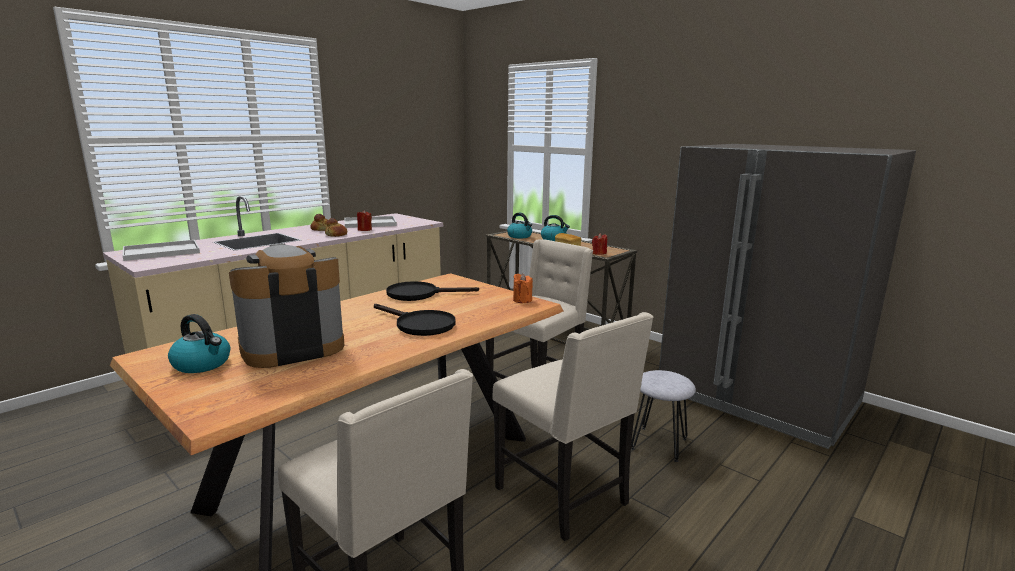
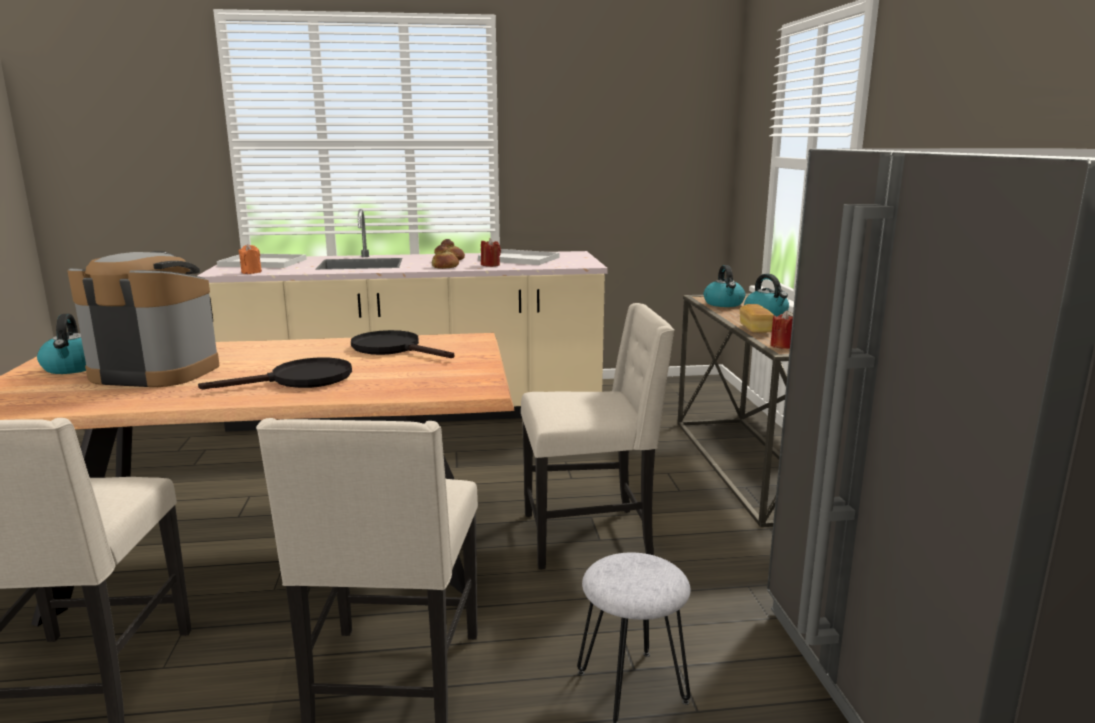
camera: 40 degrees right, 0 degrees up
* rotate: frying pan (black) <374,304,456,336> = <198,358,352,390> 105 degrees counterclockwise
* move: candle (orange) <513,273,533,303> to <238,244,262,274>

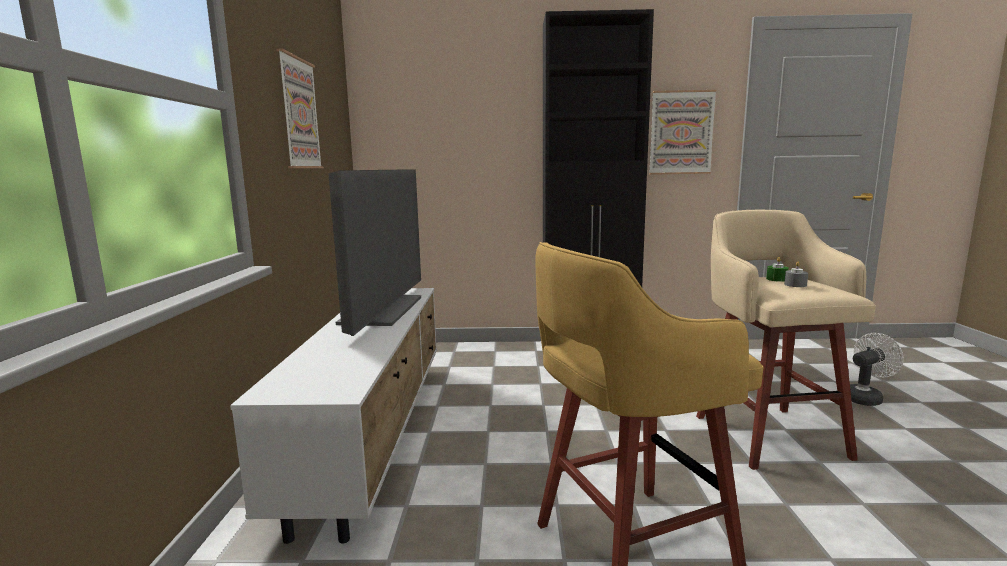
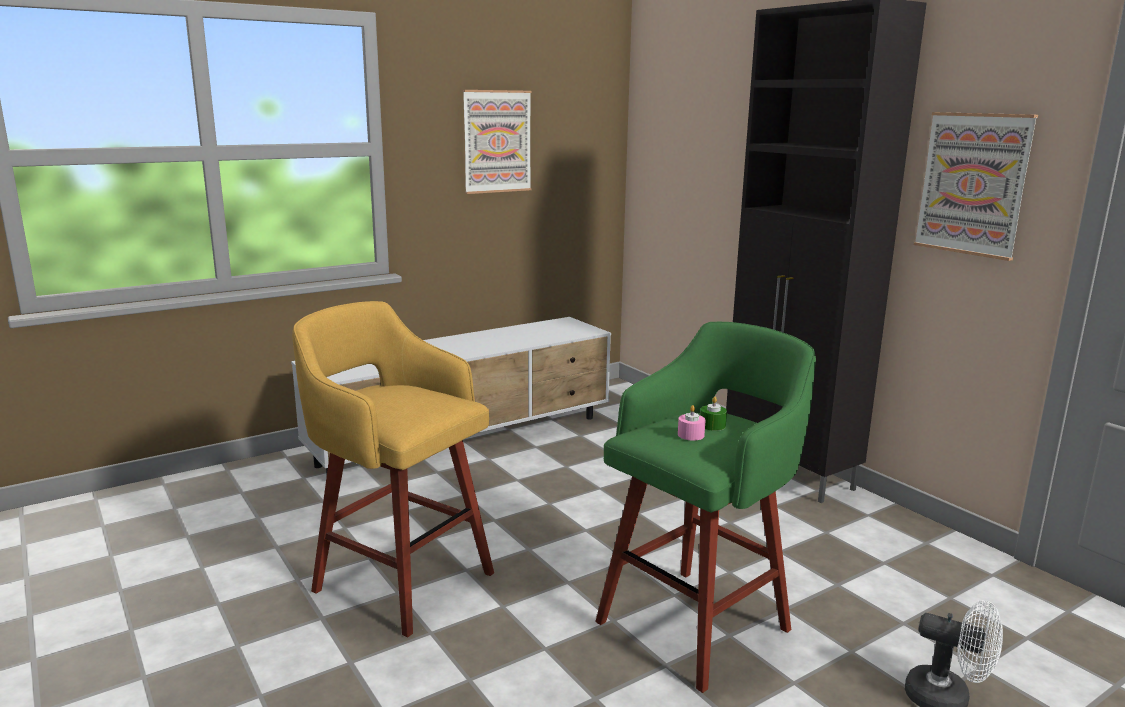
camera: 55 degrees right, 5 degrees up
* delete: television <328,169,421,336>
* recolor: stool (beige) <696,210,876,470> to stool (green) <596,322,816,693>
* recolor: candle (grey) <784,261,808,287> to candle (pink) <678,405,705,441>

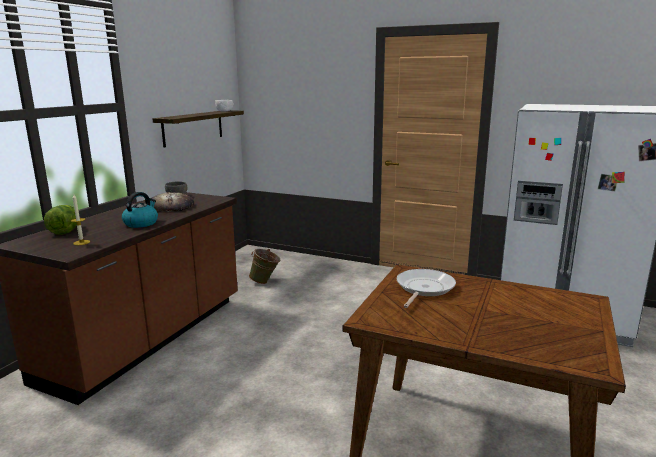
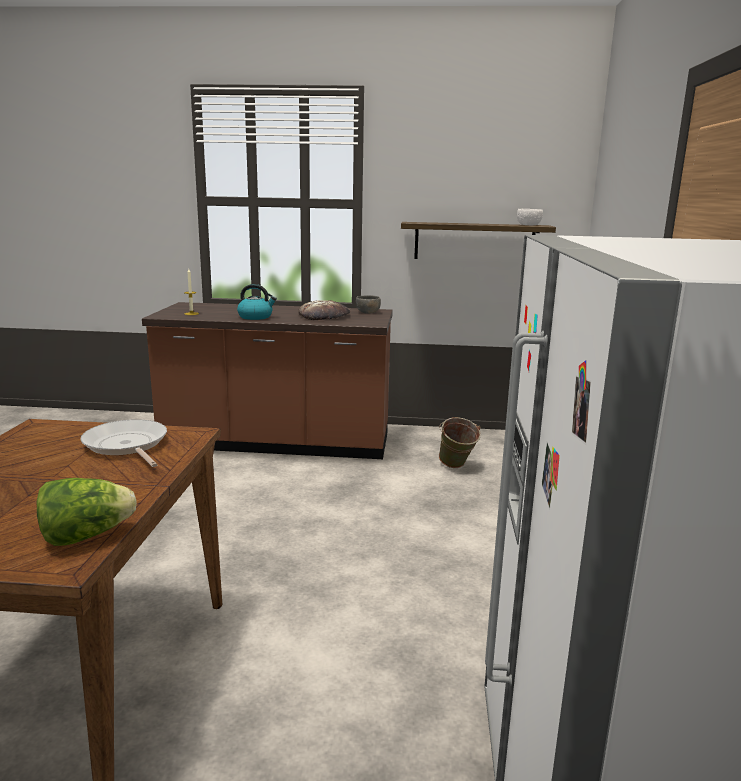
camera: 70 degrees right, 0 degrees up
* move: lettuce <44,205,77,235> to <37,478,137,546>
* rotate: frying pan <397,269,456,308> = <80,419,167,467> 135 degrees counterclockwise

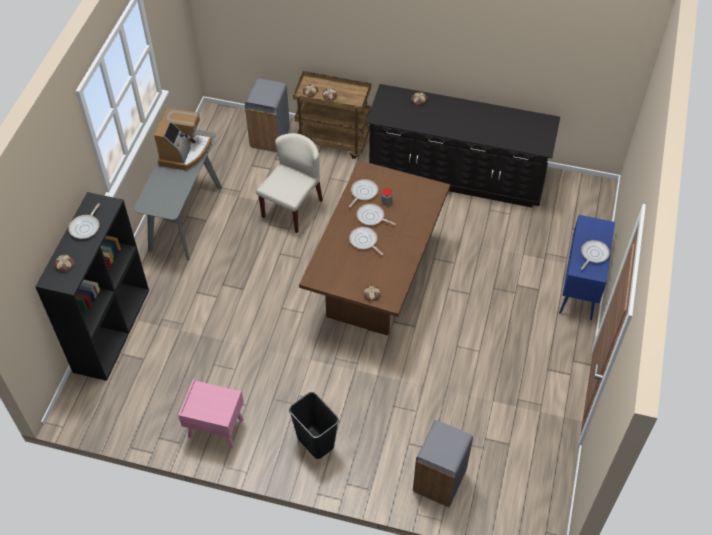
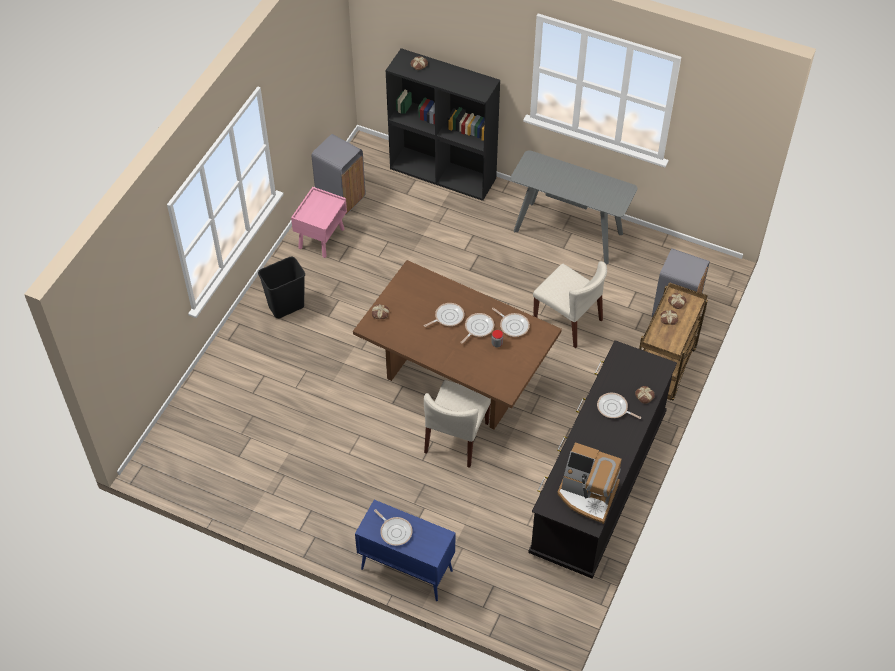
camera: 100 degrees right, 0 degrees up
* move: frying pan <68,203,100,239> to <597,393,641,419>
* move: coffee machine <154,108,212,170> to <558,442,622,524>
* move: trash can (grey) <413,420,473,507> to <312,134,366,215>
* insert: chair (beige) <424,380,491,468>

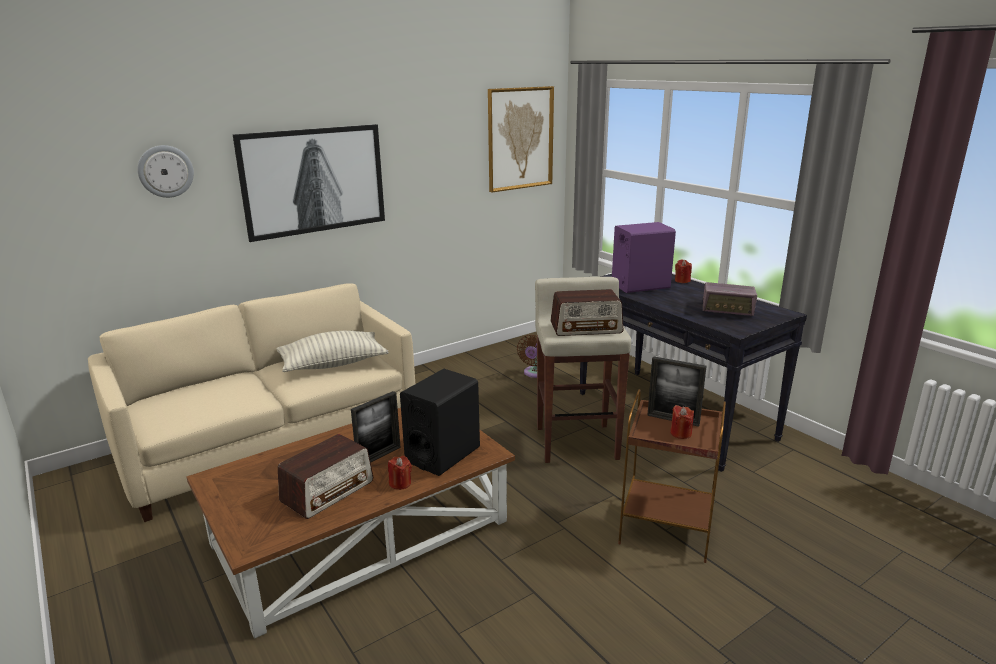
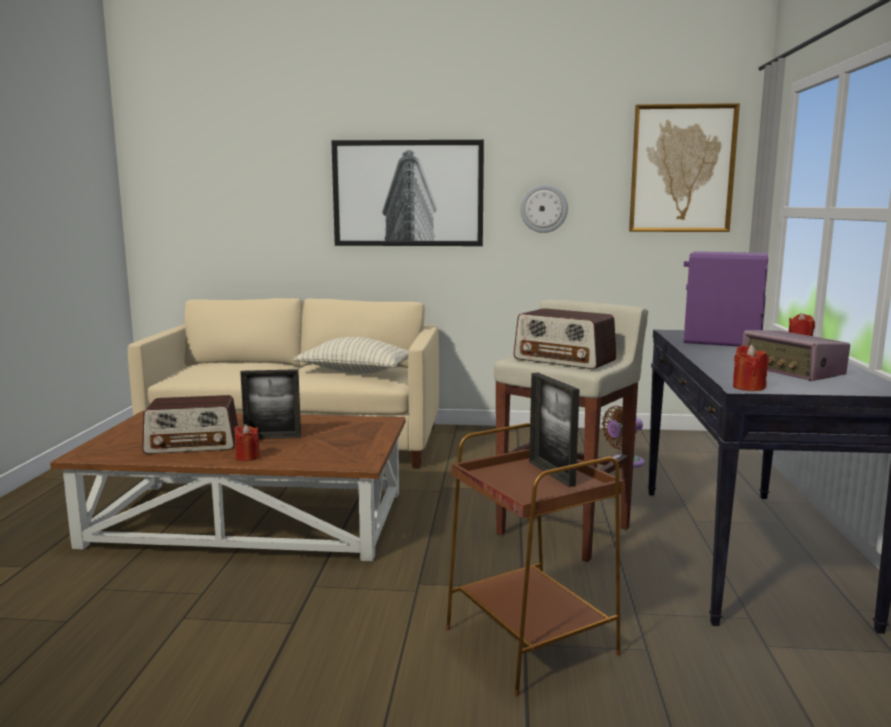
camera: 40 degrees right, 10 degrees down
* move: wall clock <137,145,194,198> to <520,185,568,233>
* delete: speaker (black) <400,369,480,476>
* move: candle (red) <670,405,694,439> to <733,344,769,391>

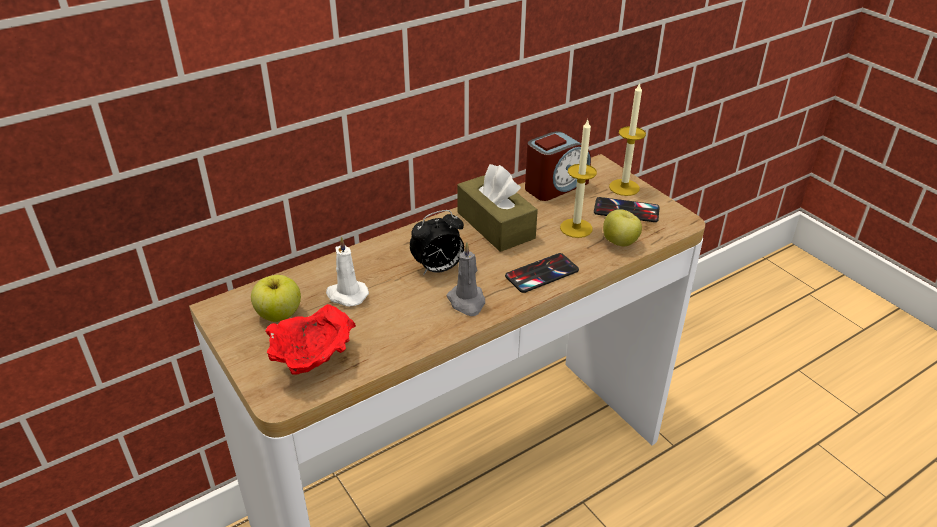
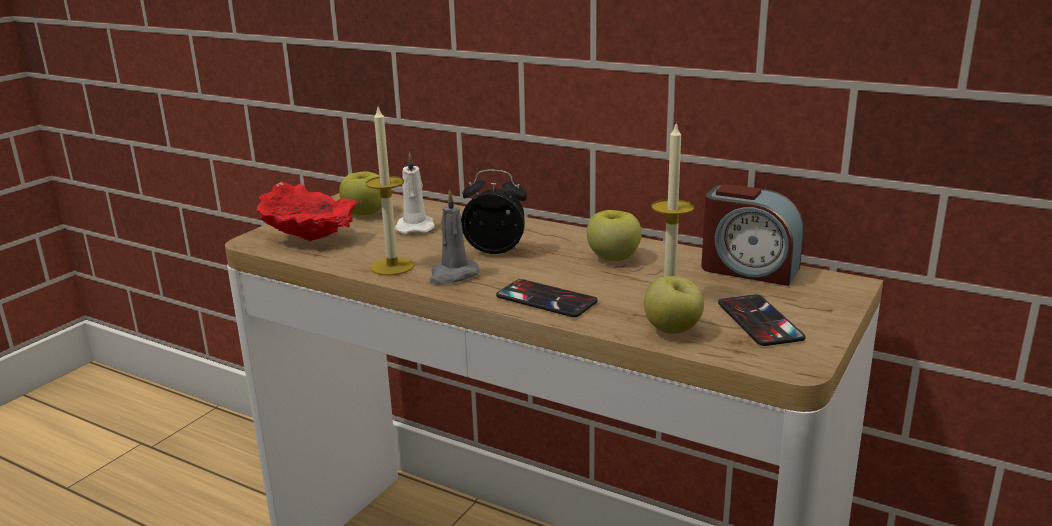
camera: 65 degrees right, 15 degrees down
* rotate: alarm clock <410,210,464,275> = <461,170,527,254> 150 degrees clockwise
* replace: tissue box (brown) <457,164,538,252> to apple <587,210,642,261>
* move: candle <609,83,646,196> to <366,107,414,275>

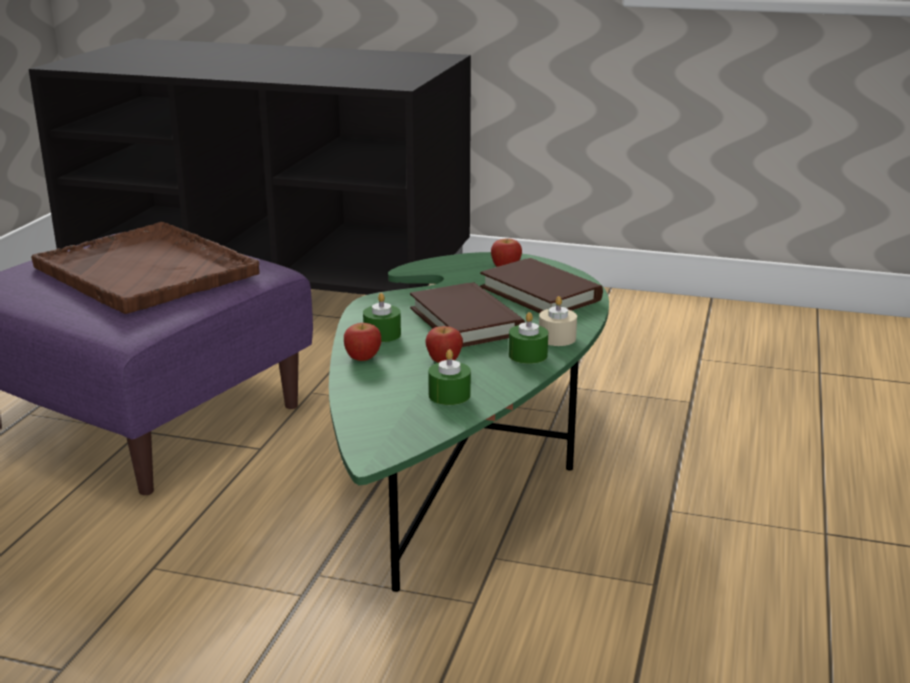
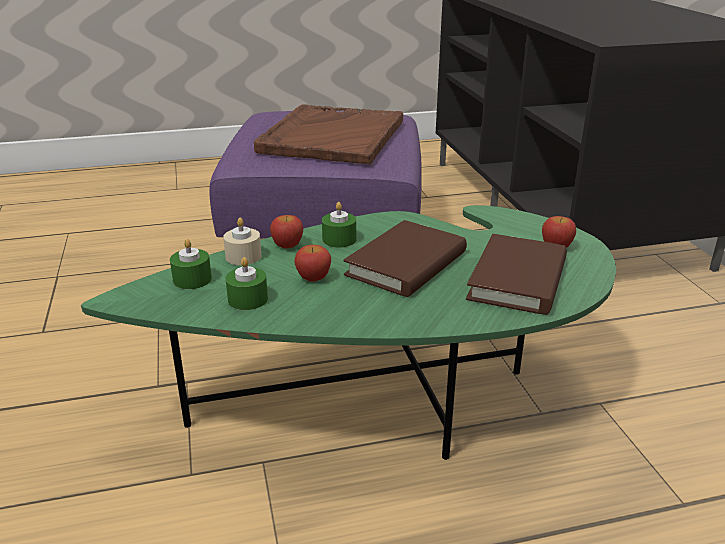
camera: 60 degrees right, 5 degrees up
* move: candle (green) <509,312,548,364> to <170,239,212,289>
* move: candle (beige) <539,296,577,346> to <223,218,262,265>

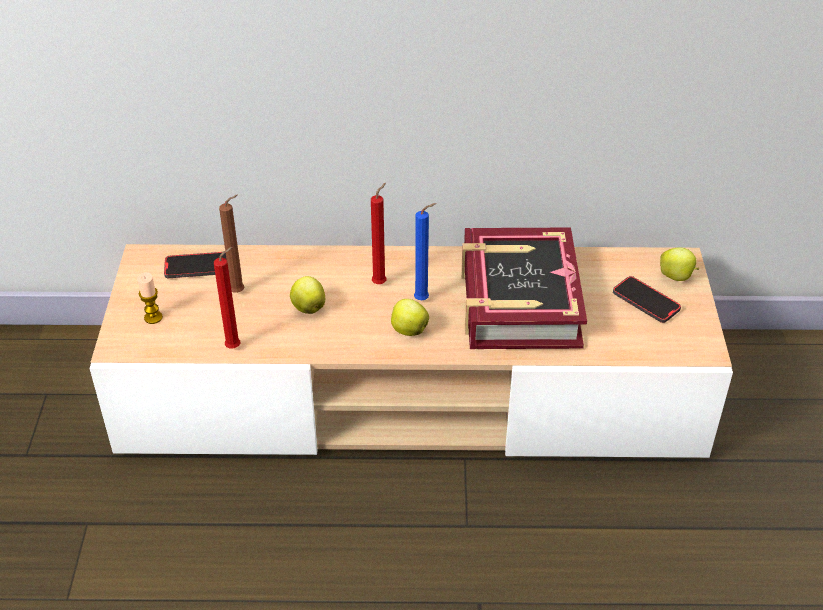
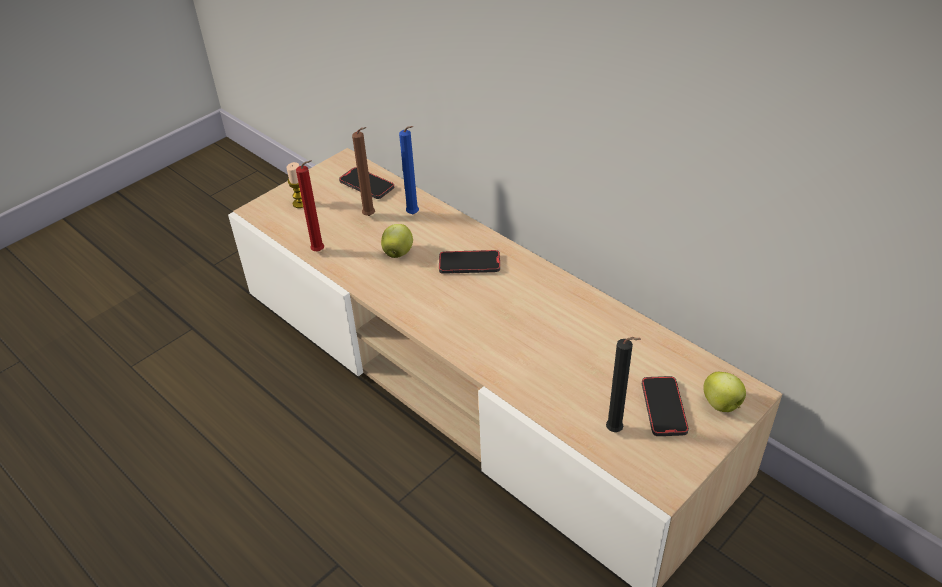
camera: 45 degrees right, 0 degrees up
* replace: candle (red) <371,183,386,284> to phone <439,250,500,274>
* delete: apple <391,299,429,336>
* move: candle (blue) <414,203,436,300> to <399,126,419,214>
* delete: book <461,228,587,349>
* insert: candle (black) <606,337,641,432>

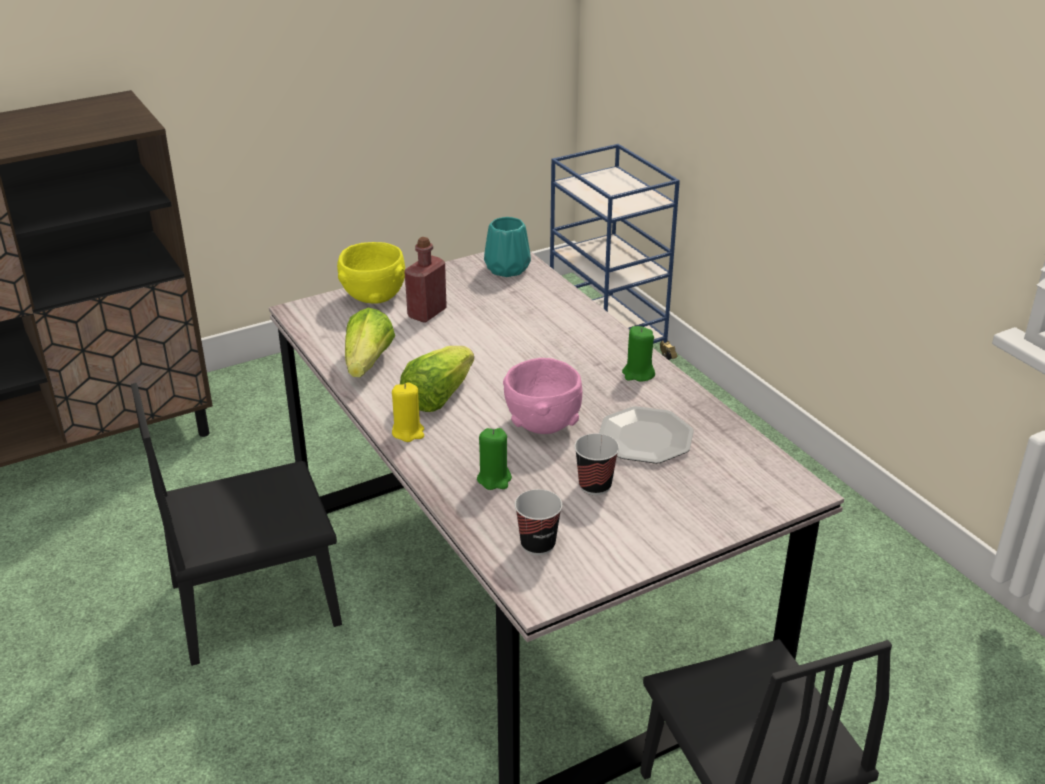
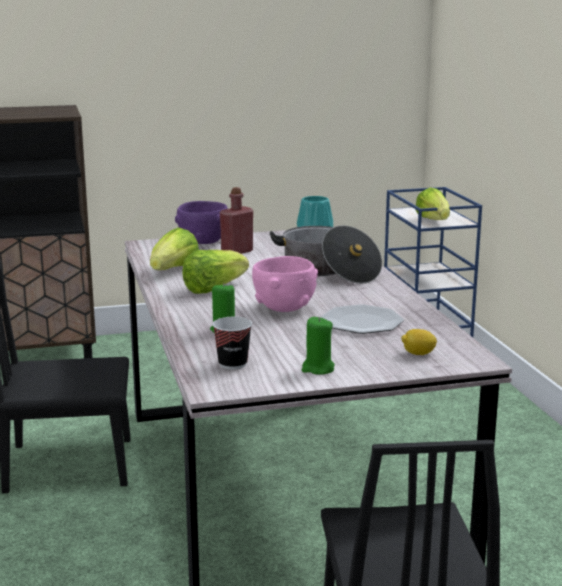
camera: 15 degrees right, 15 degrees down
* recolor: bowl (yellow) <337,242,405,304> to bowl (purple) <175,201,228,244>
* delete: candle (yellow) <392,382,424,442>
* delete: cup <574,434,619,495>
* move: candle (green) <622,326,655,381> to <302,317,335,375>
* insert: cooking pot <270,225,382,284>
* insert: lemon <401,329,437,355>
* insert: lettuce <415,188,450,220>

